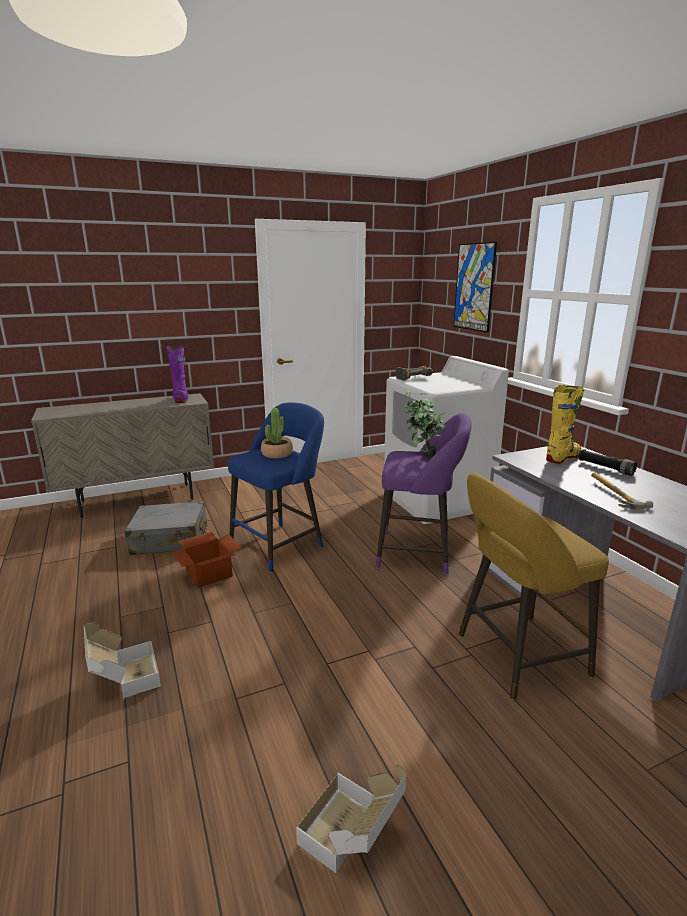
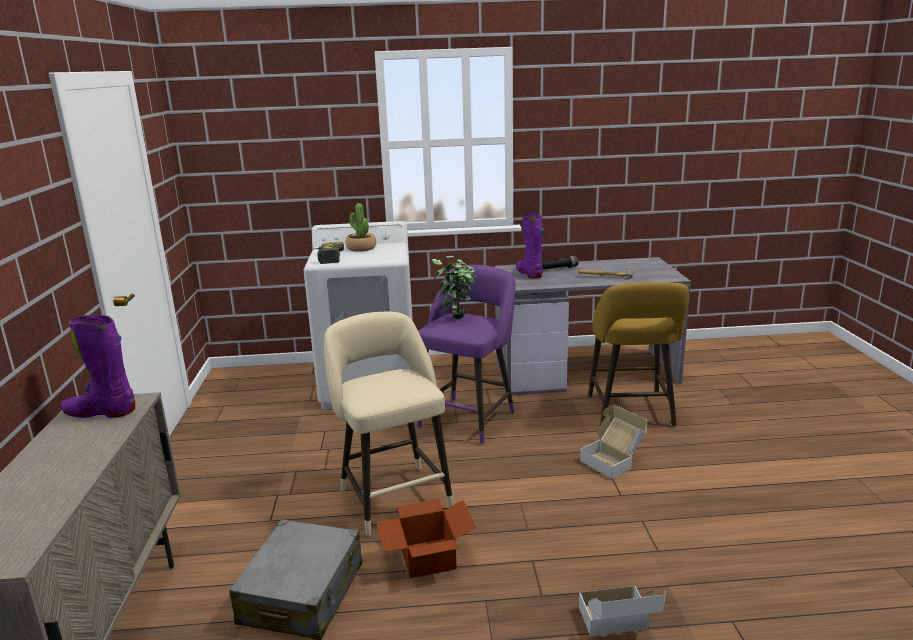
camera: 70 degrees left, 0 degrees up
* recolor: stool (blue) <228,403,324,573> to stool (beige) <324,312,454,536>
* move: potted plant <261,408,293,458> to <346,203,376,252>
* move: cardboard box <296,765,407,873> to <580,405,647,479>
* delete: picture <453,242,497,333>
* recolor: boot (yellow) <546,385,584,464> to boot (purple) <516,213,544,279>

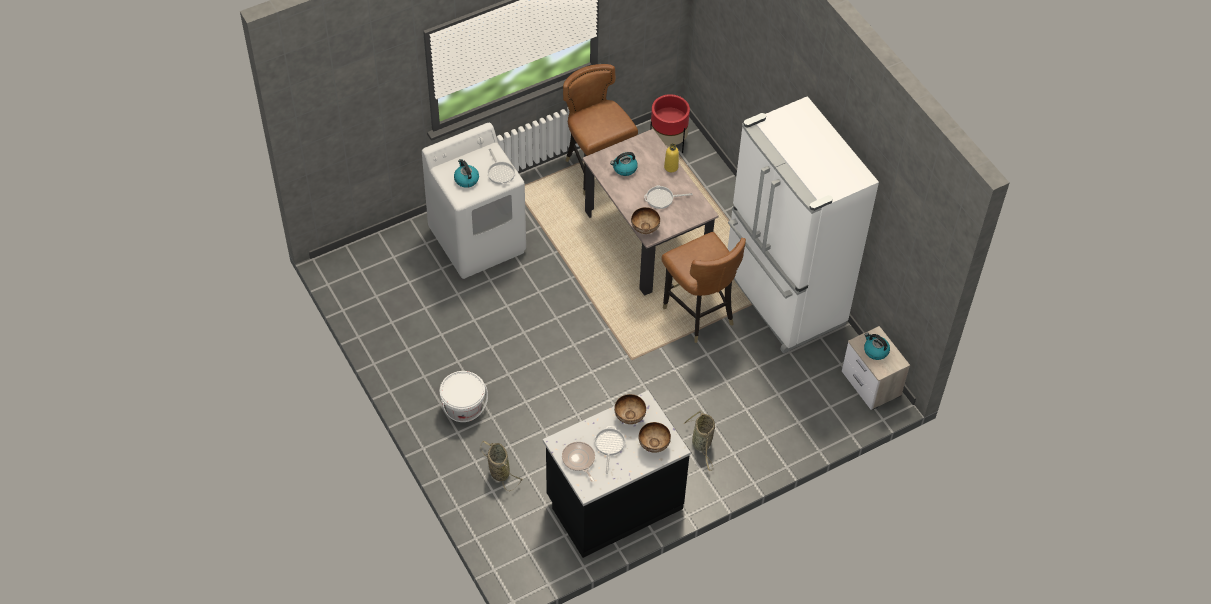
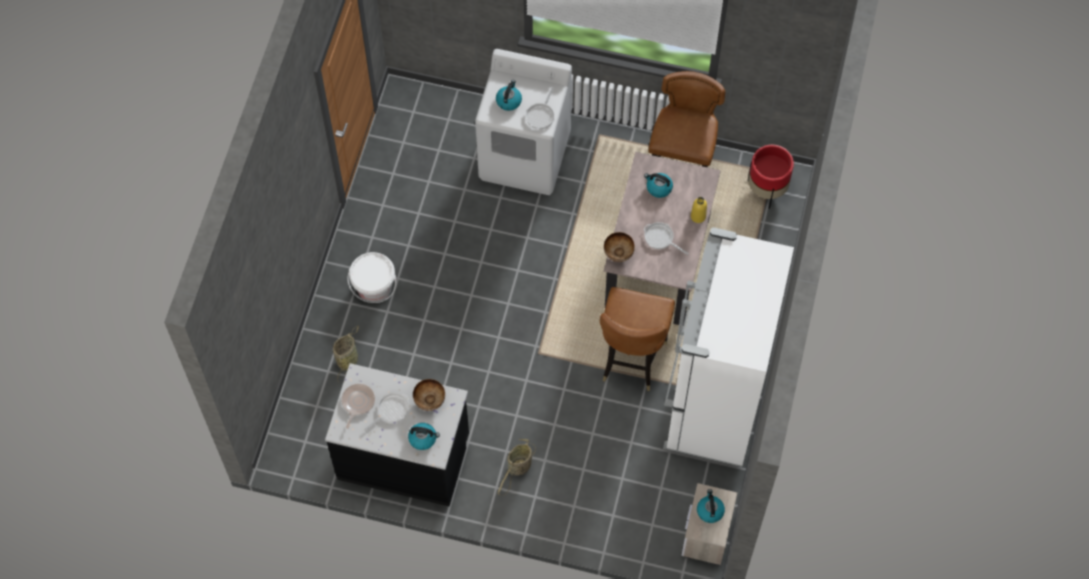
camera: 45 degrees right, 10 degrees up
* replace: bowl <639,422,671,453> to kettle <408,423,440,450>

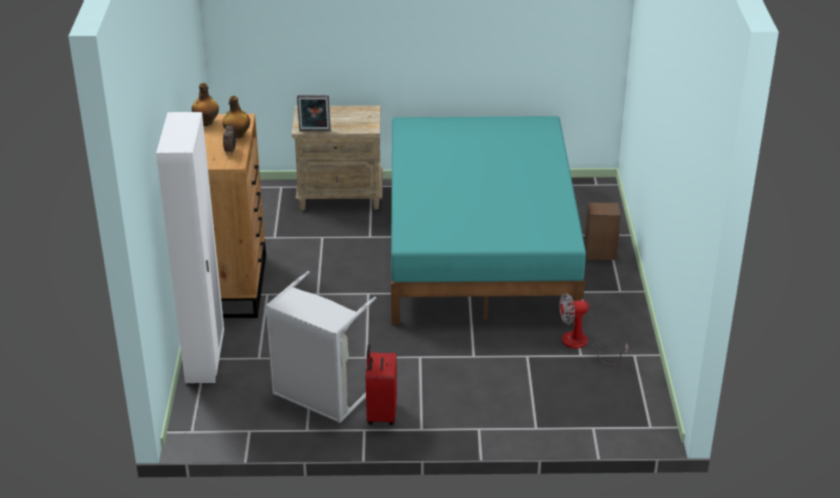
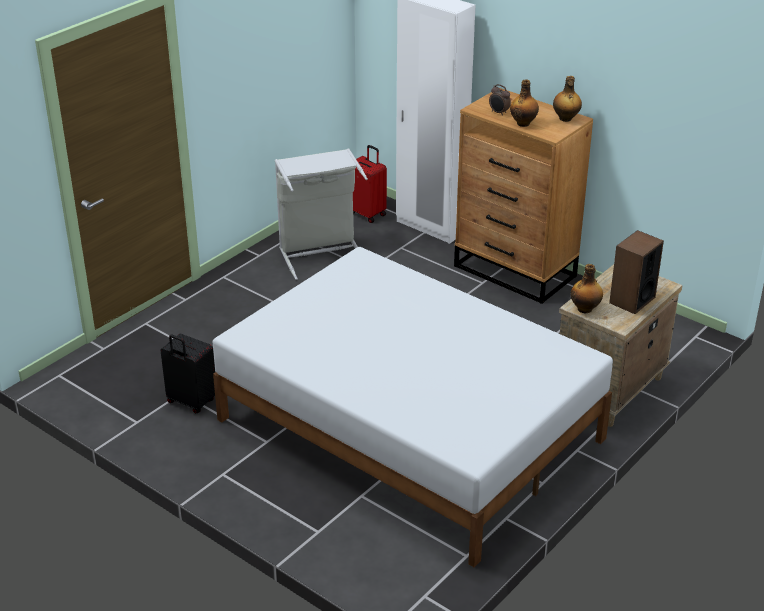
camera: 130 degrees right, 0 degrees up
* delete: picture frame <297,95,331,131>
* move: suitcase (red) <366,345,397,425> to <353,145,387,223>
* recolor: bed (turquoise) <391,116,586,325> to bed (white) <213,247,613,567>
* replace: fan <559,293,628,365> to suitcase (black) <160,334,215,413>
* move: speaker <584,203,621,260> to <609,230,664,314>
* insert: bottle <571,264,603,314>

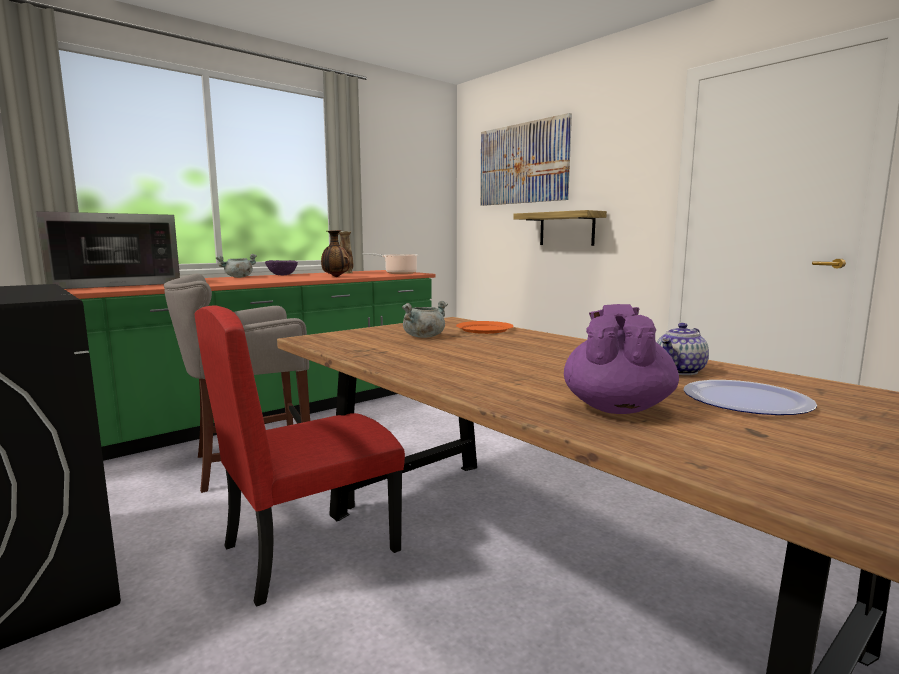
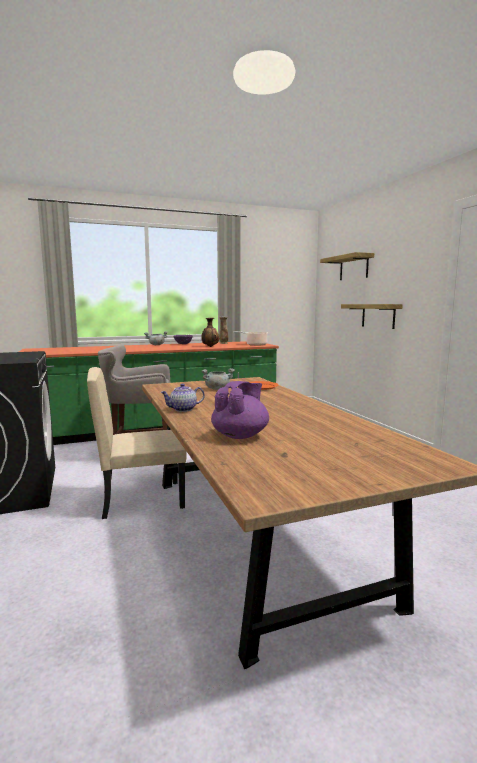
camera: 20 degrees right, 0 degrees up
* delete: microwave <36,211,180,289>
* recolor: chair (red) <195,305,405,607> to chair (beige) <87,367,187,519>
* replace: picture <480,113,572,206> to shelf <320,252,374,280>
* move: teapot <657,323,709,375> to <160,383,205,412>
* delete: plate <683,380,817,415>

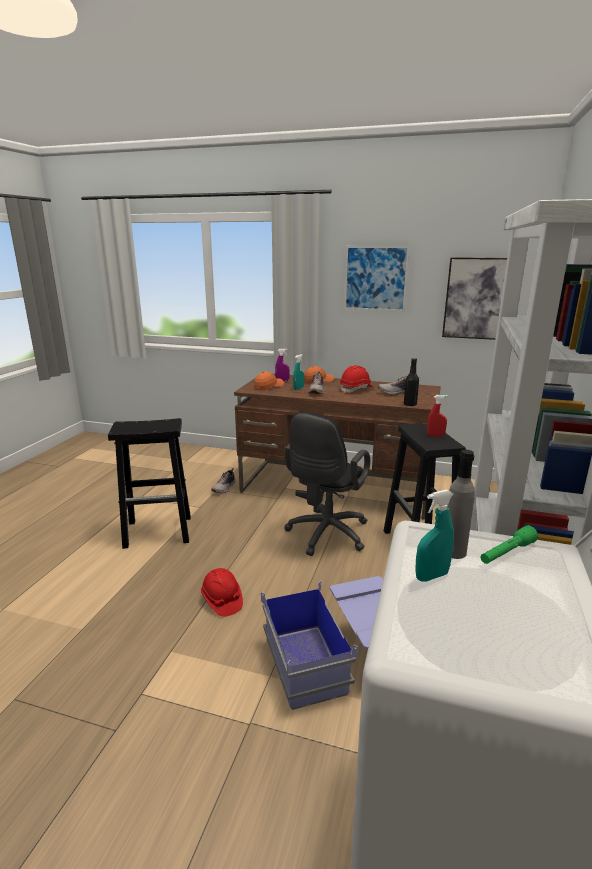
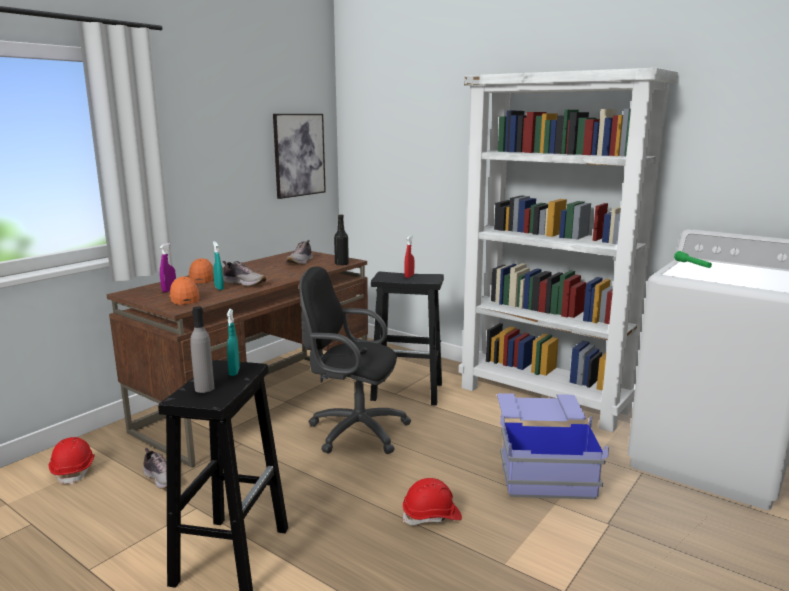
camera: 70 degrees left, 5 degrees down
* rotate: office chair (black) <284,412,370,556> = <299,266,411,454> 150 degrees clockwise
* move: hard hat (red) <340,365,374,393> to <49,437,95,485>
* delete: picture <344,246,410,312>
* move: spray bottle (turquoise) <415,489,454,582> to <227,309,240,376>
* move: bottle (grey) <447,450,475,559> to <190,306,214,393>

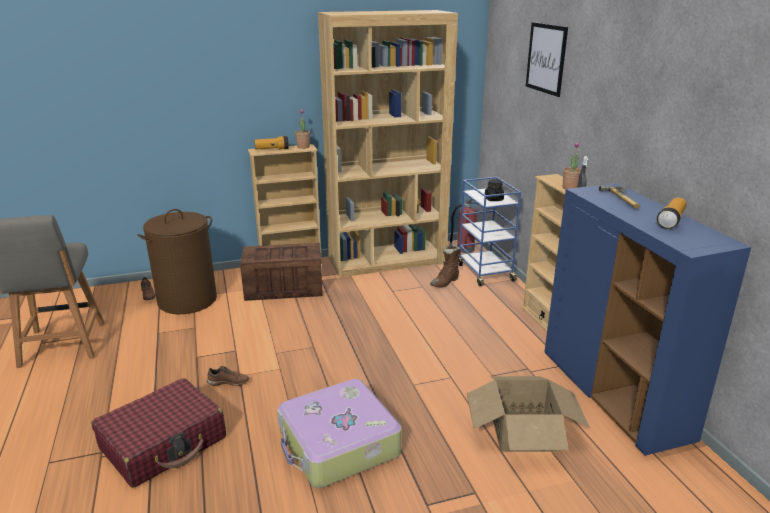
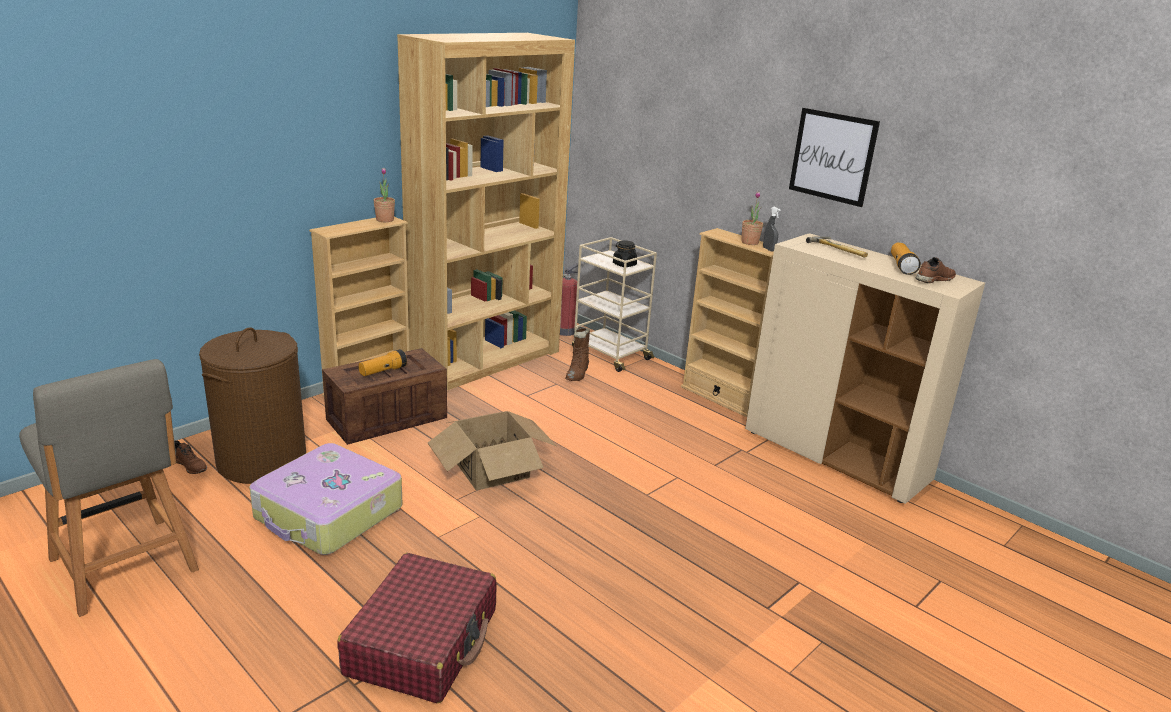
camera: 30 degrees left, 0 degrees up
* move: shoe (brown) <207,366,250,386> to <916,257,956,283>
* move: flashlight <254,136,289,149> to <358,349,407,376>
* move: suitcase <277,379,402,488> to <249,443,403,555>
* recolor: cart (blue) <459,177,521,287> to cart (beige) <572,237,657,372>
* move: cardboard box <467,376,590,452> to <428,411,557,490>
* move: picture <526,22,568,97> to <789,108,880,207>
* recolor: cabinet (blue) <544,183,751,456> to cabinet (beige) <745,233,985,504>

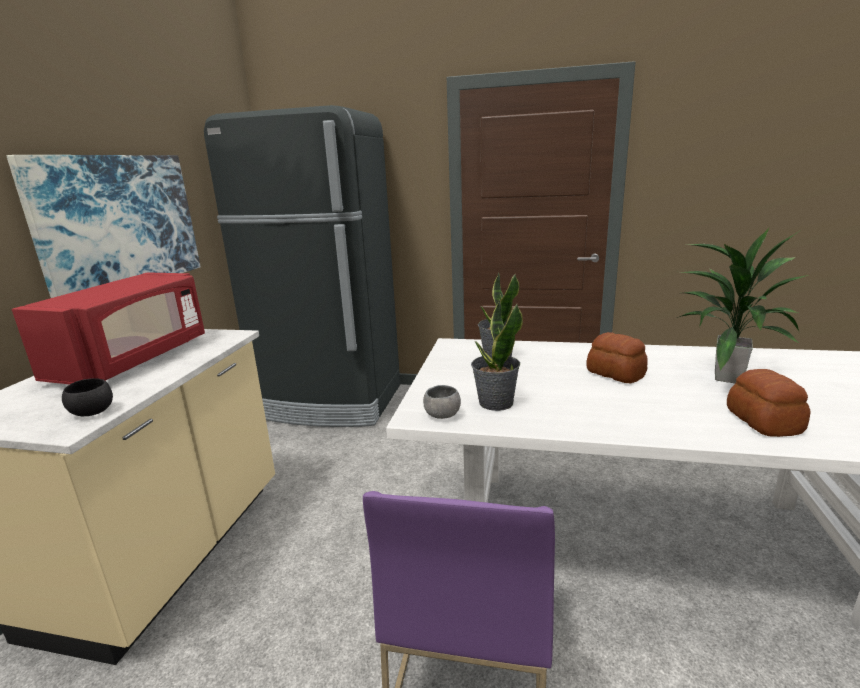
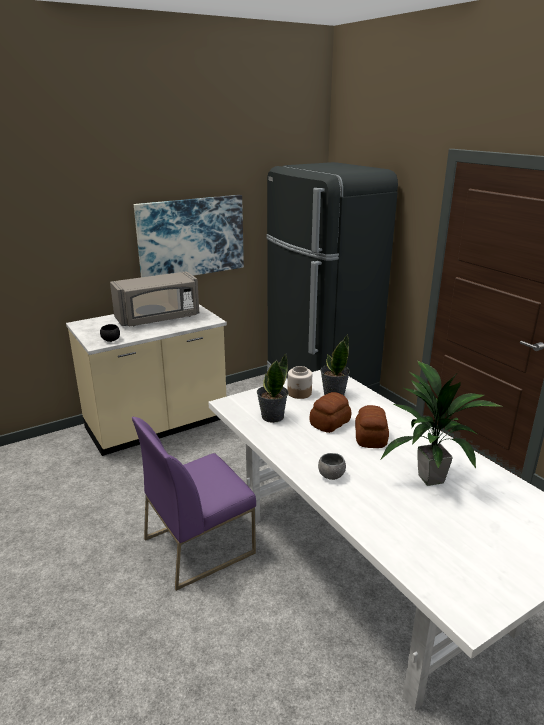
camera: 45 degrees right, 5 degrees up
* recolor: microwave (red) <12,272,205,384> to microwave (grey) <110,271,200,326>
* move: bowl (grey) <423,385,461,419> to <318,453,346,480>
* move: bread <727,369,811,437> to <310,392,351,433>
* insert: jar <287,366,312,399>

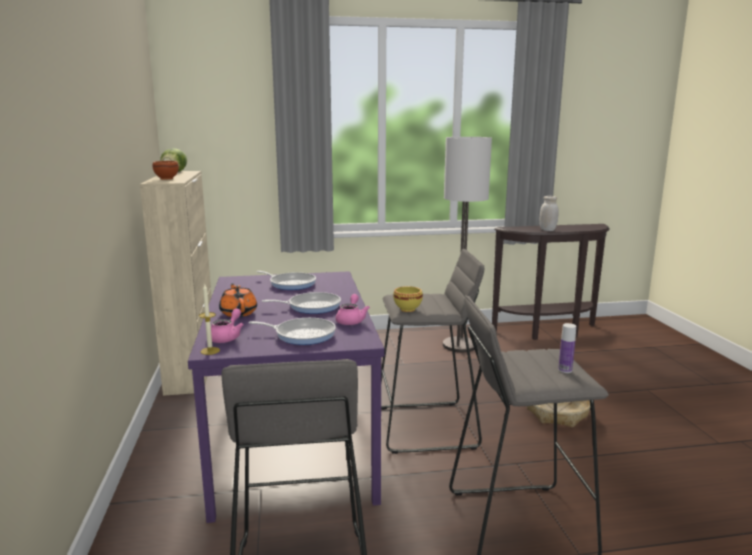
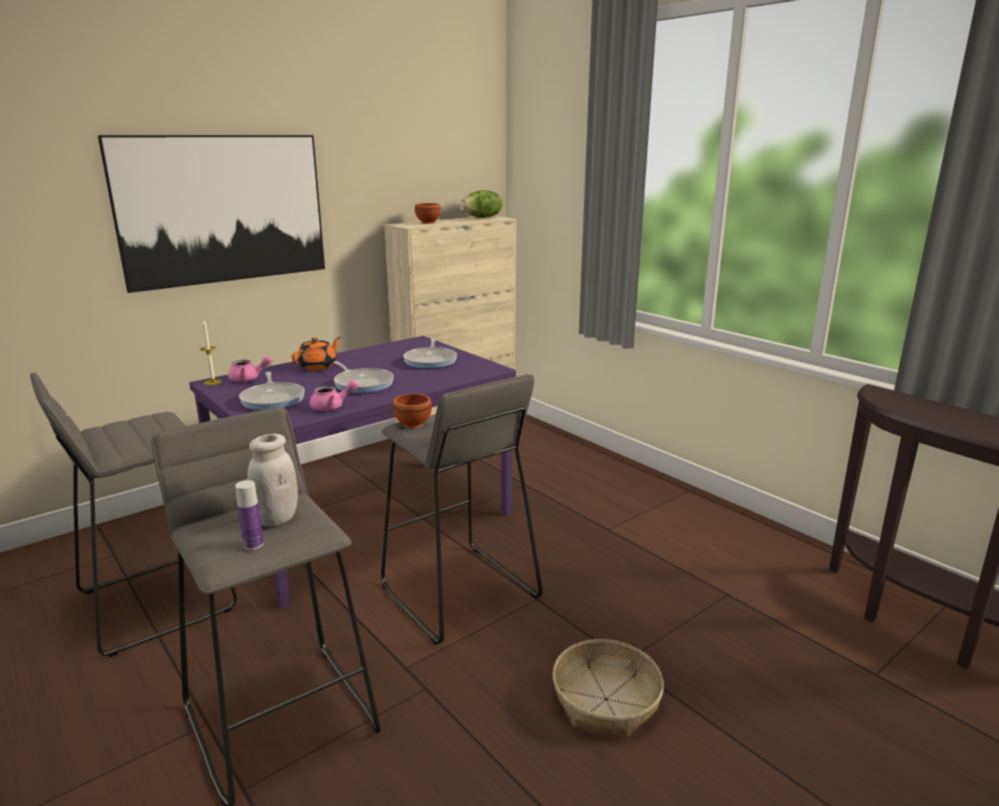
camera: 60 degrees right, 5 degrees up
* recolor: bowl (yellow) <393,286,423,312> to bowl (brown) <393,394,432,428>
* delete: floor lamp <443,137,492,352>
* move: jar (white) <539,196,559,231> to <247,434,298,526>
* insert: picture <98,135,325,293>

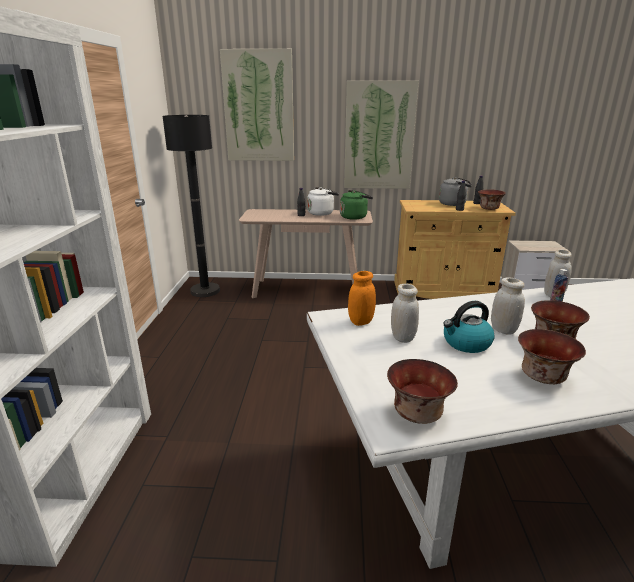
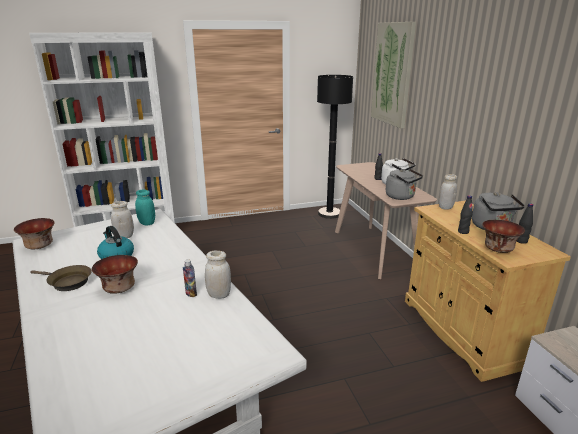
camera: 70 degrees right, 0 degrees up
* recolor: kettle (green) <340,190,373,220> to kettle (grey) <386,169,423,200>
* delete: picture <344,81,419,189>
* recolor: jar (orange) <348,271,376,326> to jar (turquoise) <135,190,155,225>
* move: jar (white) <491,277,525,334> to <439,174,457,210>
* replace: bowl <518,329,586,384> to frying pan (brown) <30,265,92,291>

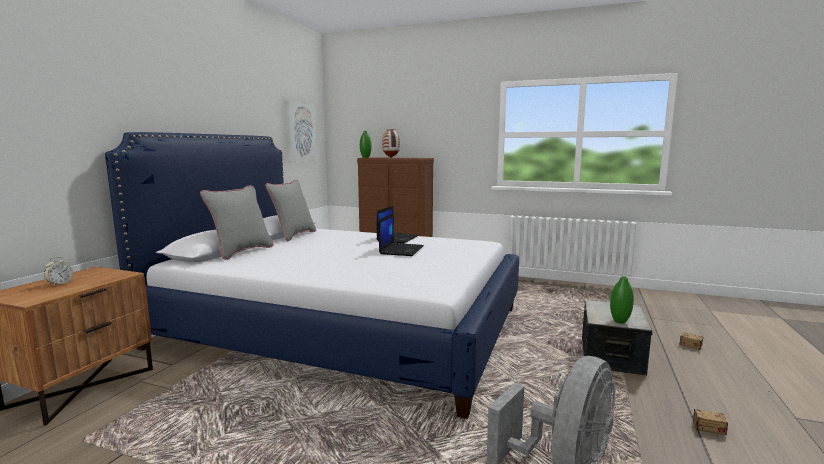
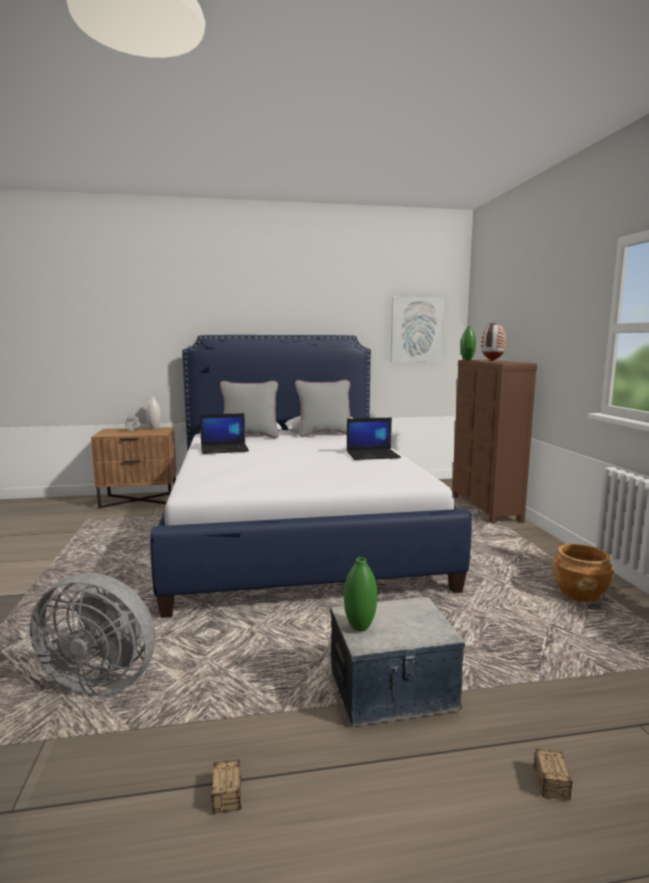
camera: 60 degrees right, 0 degrees up
* move: laptop <379,213,424,256> to <200,413,249,454>
* insert: vase (white) <146,397,161,429>
* insert: planter (brown) <552,544,614,602>

